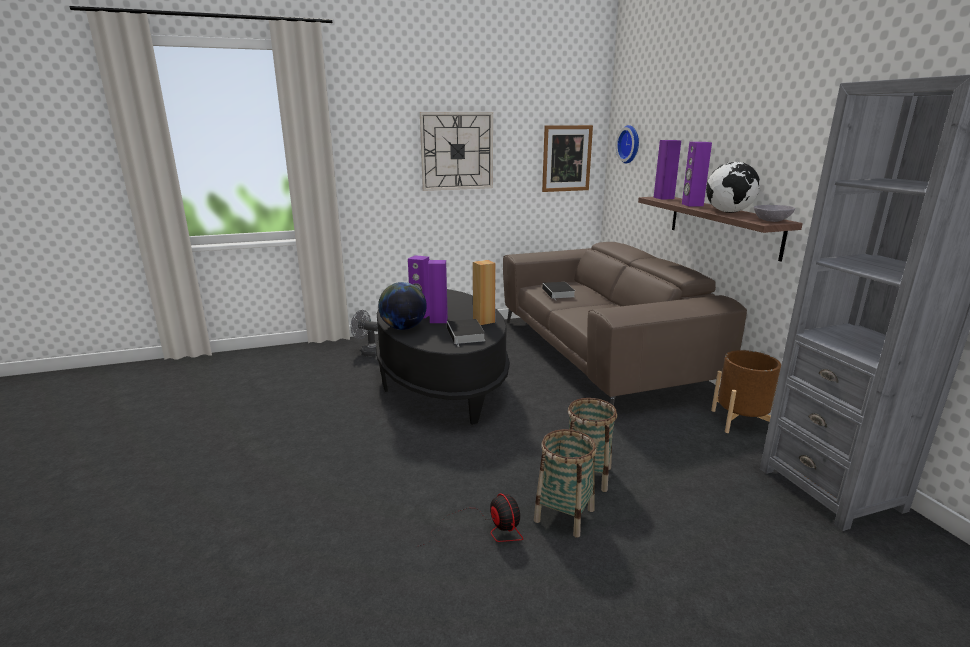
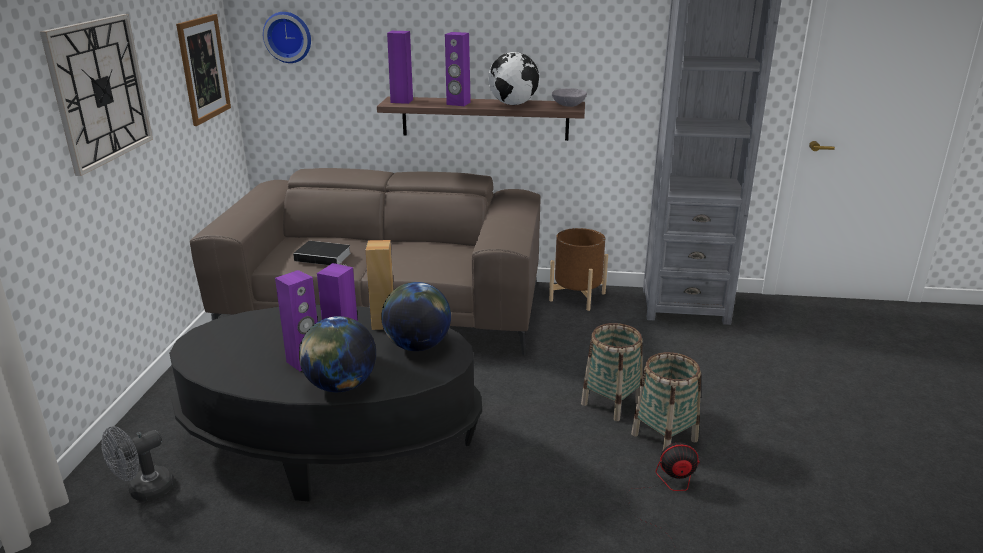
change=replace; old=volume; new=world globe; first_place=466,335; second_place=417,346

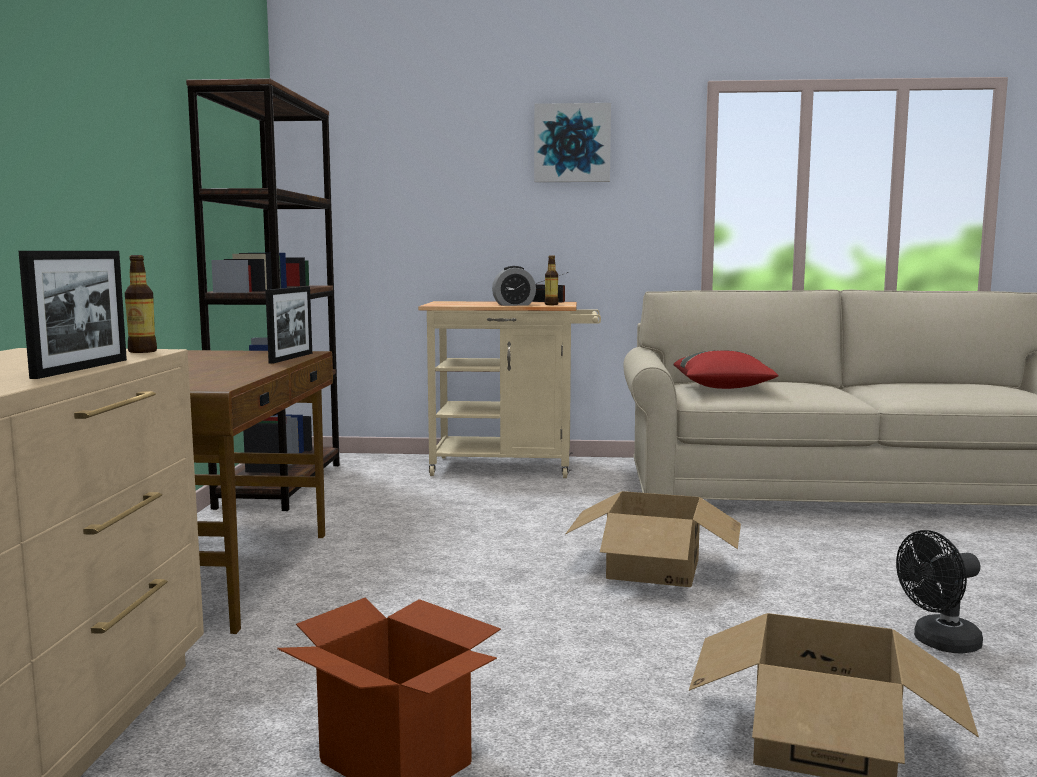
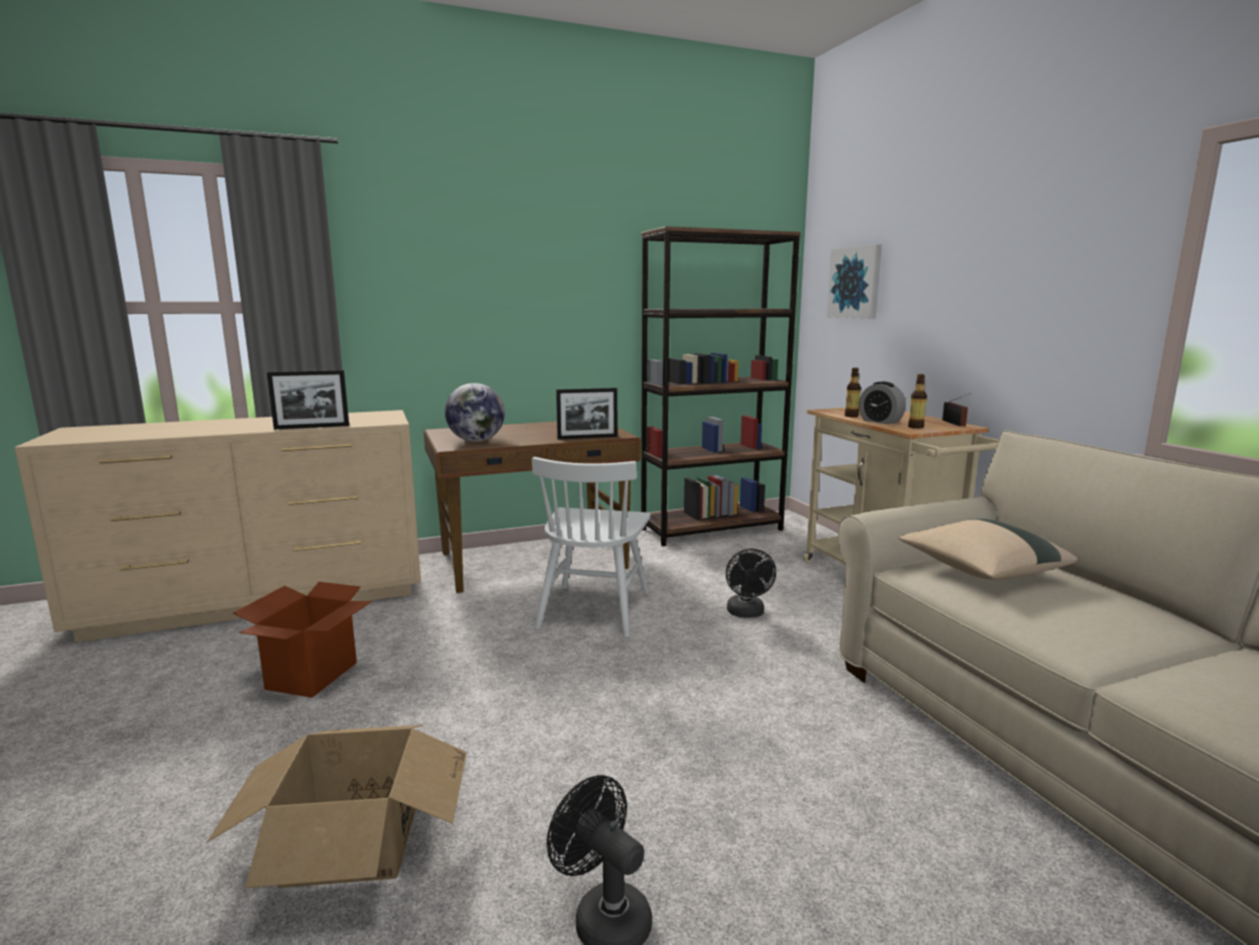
change=insert; new=world globe; second_place=476,441
change=insert; new=upright chair (white); second_place=594,610
change=insert; new=electric fan (black); second_place=746,613
change=move; old=wall picture; first_place=572,143; second_place=855,282
change=move; old=drink bottle; first_place=142,351; second_place=851,416
change=recolor; old=pillow (red); new=pillow (beige-coloured); first_place=723,388; second_place=981,571
change=delete; old=cardboard box; first_place=653,568

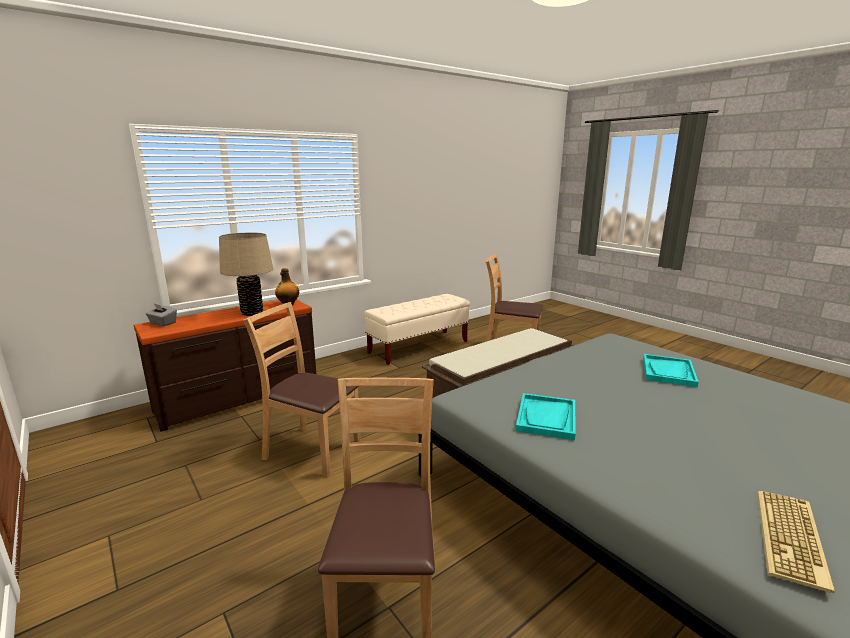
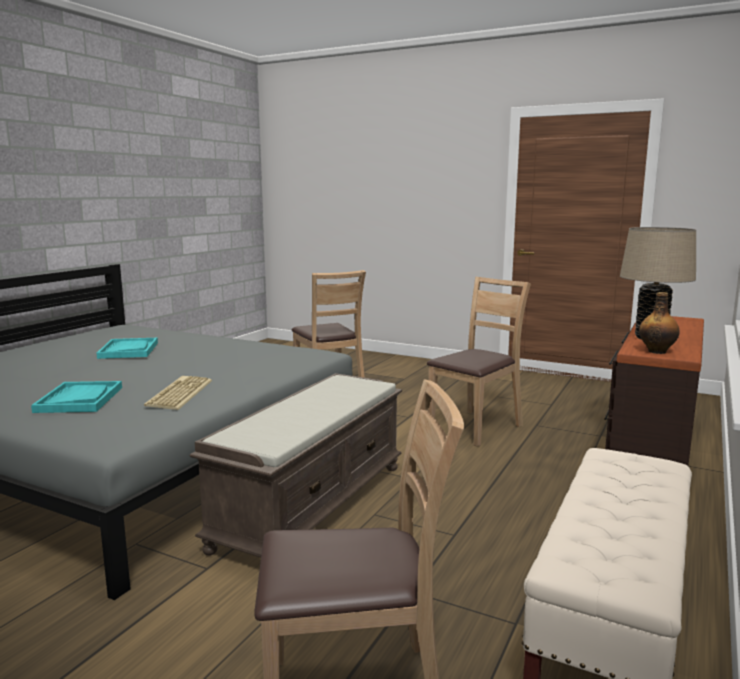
change=move; old=tray (turquoise); first_place=546,418; second_place=128,350
change=move; old=PC keyboard; first_place=792,539; second_place=179,393
change=rotate; old=upright chair (brown-coloured); first_place=311,450; second_place=475,427; degrees=-45
change=delete; old=tissue holder (grey); first_place=162,323

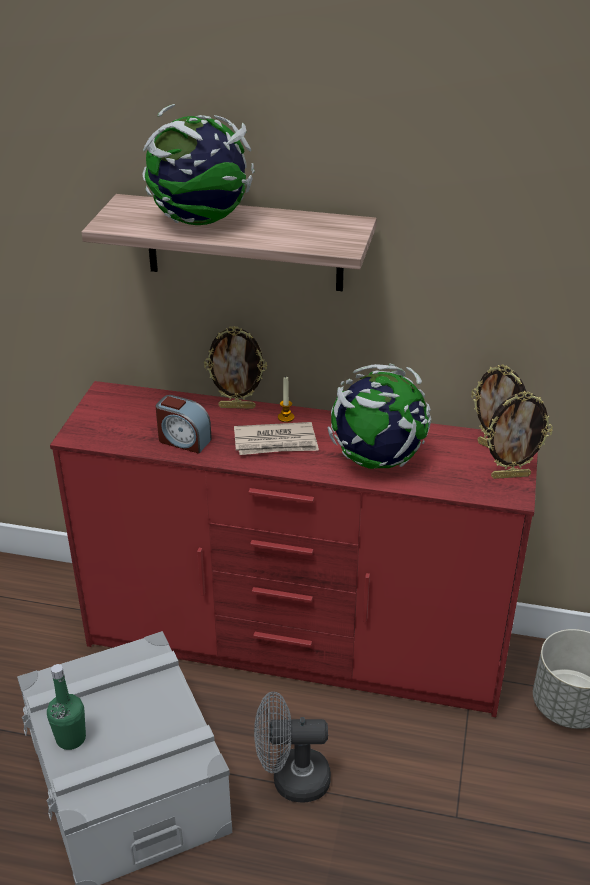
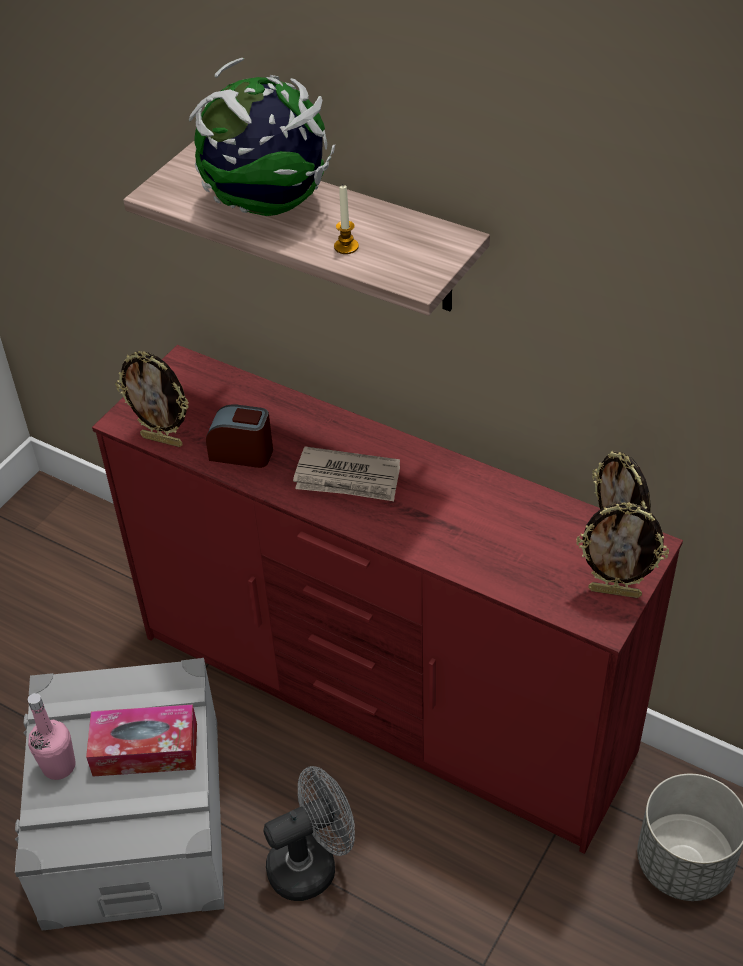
change=recolor; old=drink bottle (green); new=drink bottle (pink-coloured); first_place=71,738; second_place=59,766
change=insert; new=tissue holder; second_place=145,749
change=move; old=photo frame; first_place=237,406; second_place=163,440
change=rotate; old=alarm clock; first_place=183,440; second_place=242,453; degrees=150
change=rotate; old=electric fan (grey); first_place=291,779; second_place=312,864; degrees=135
change=move; old=wax light; first_place=286,417; second_place=346,247
change=delete; old=world globe; first_place=376,460

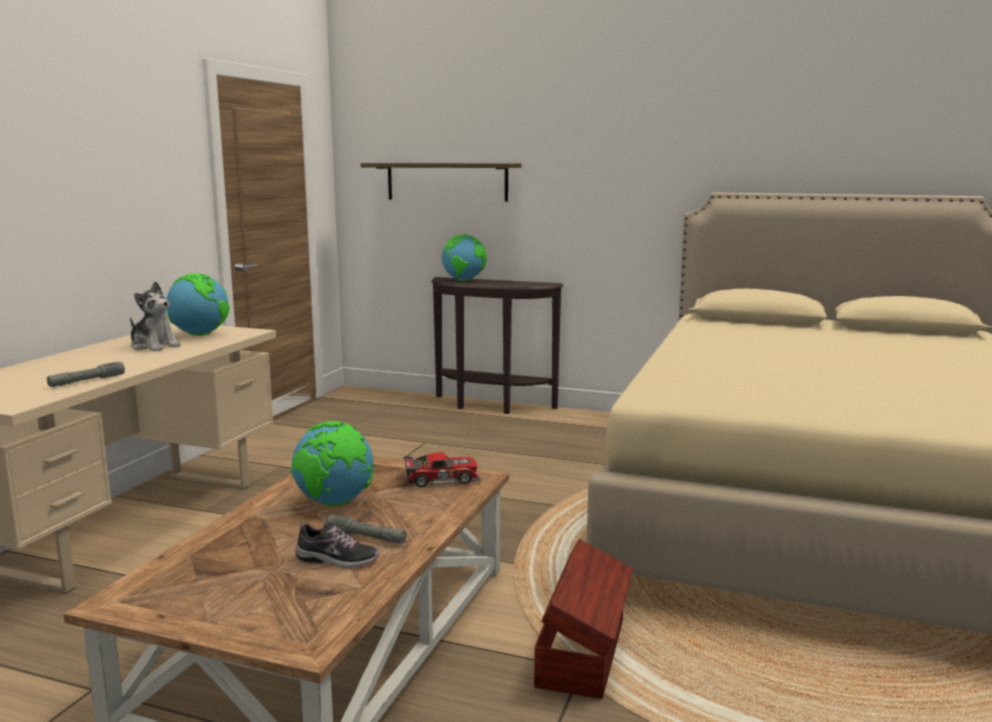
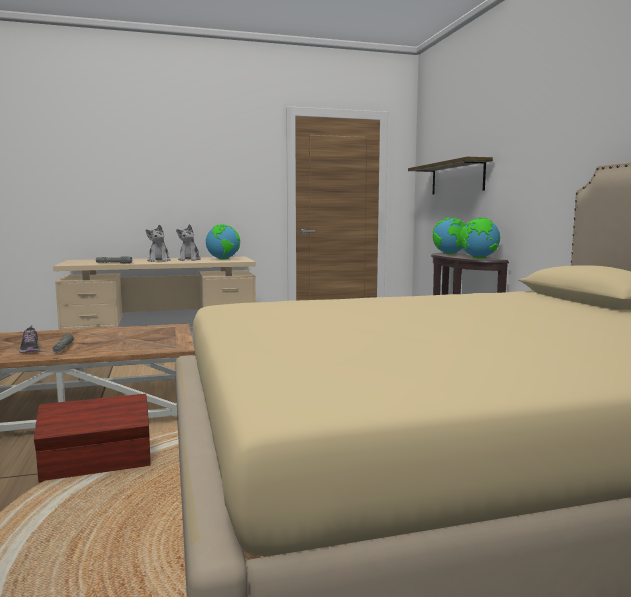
change=insert; new=soft toy; second_place=159,261
change=move; old=world globe; first_place=334,503; second_place=478,258
change=delete; old=toy car; first_place=442,478

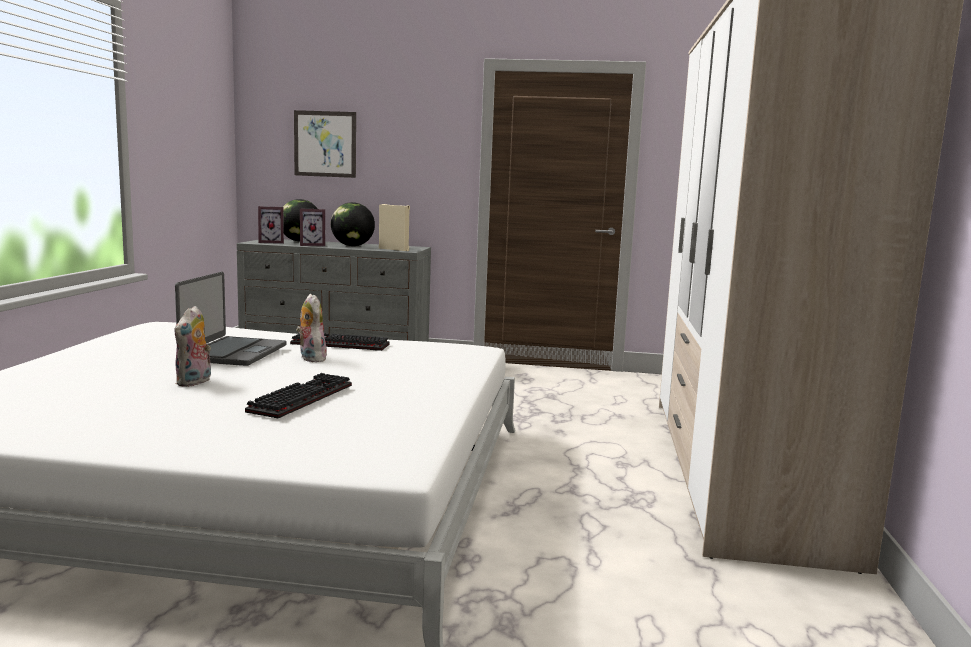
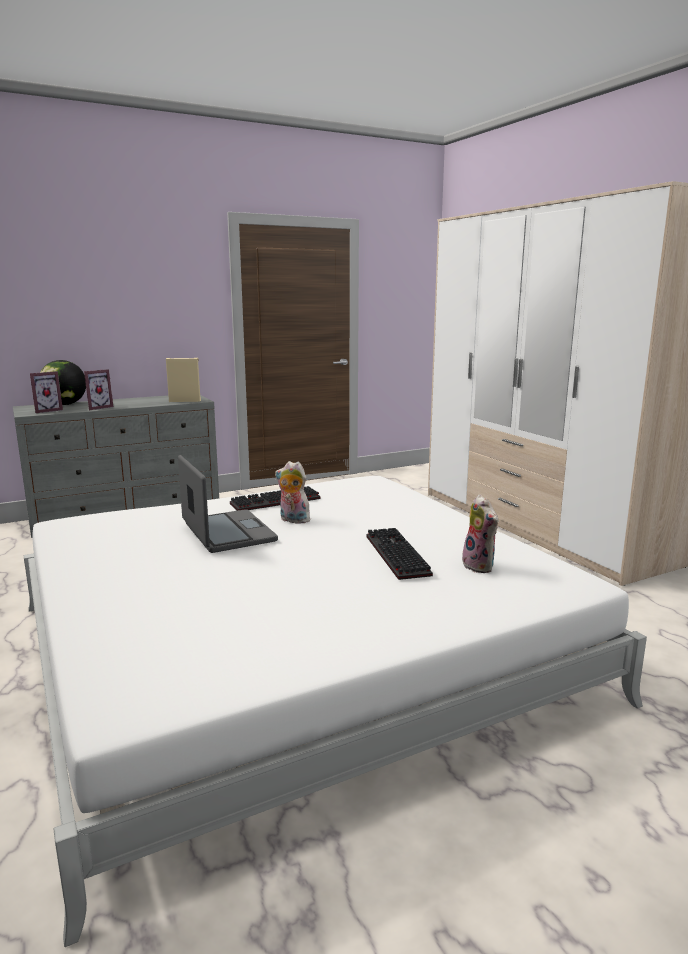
change=move; old=soft toy; first_place=195,382; second_place=480,566
change=delete; old=wall picture; first_place=325,144
change=delete; old=world globe; first_place=352,246

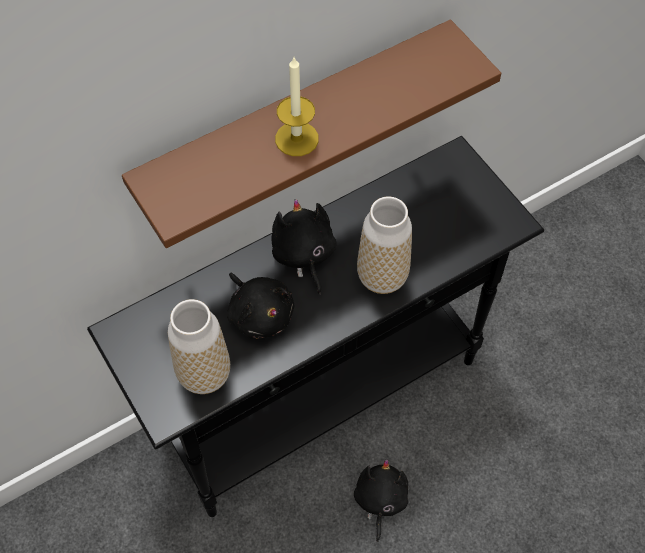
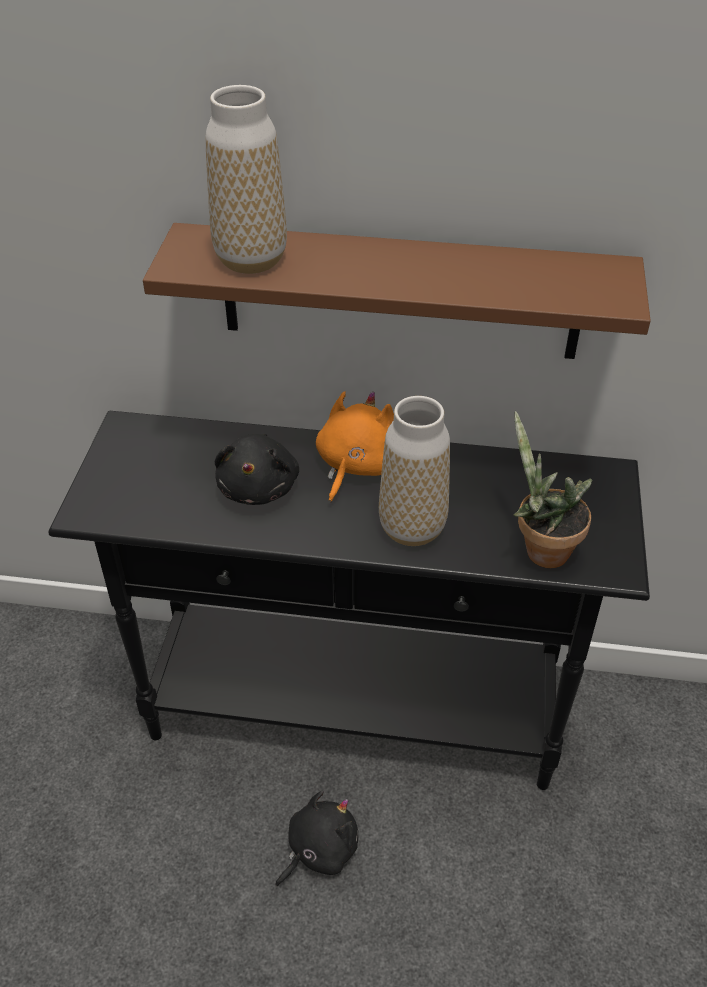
change=move; old=flower vase; first_place=204,374; second_place=251,260
change=recolor; old=soft toy (black); new=soft toy (orangey); first_place=304,255; second_place=354,466
change=insert; new=potted plant; second_place=540,550
change=delete; old=wax light; first_place=296,139

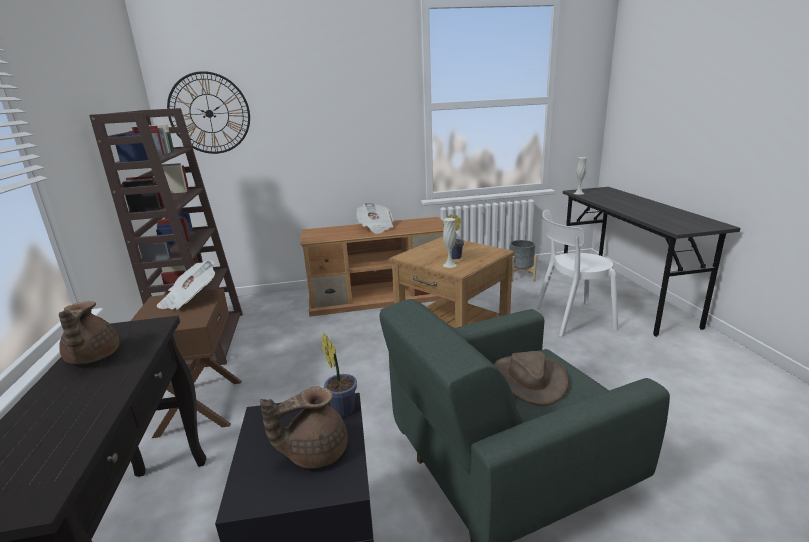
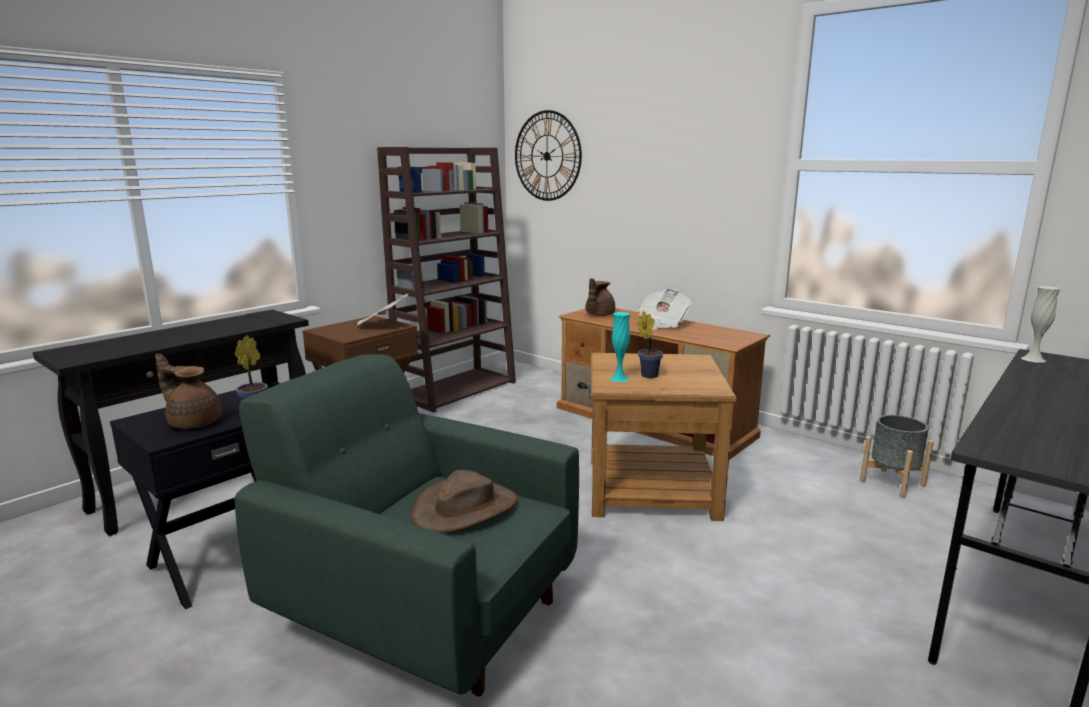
change=move; old=teapot (brown-coloured); first_place=92,357; second_place=598,315
change=recolor; old=flower vase (white); new=flower vase (turquoise); first_place=449,265; second_place=619,379
change=delete; old=upright chair (white); first_place=570,319

